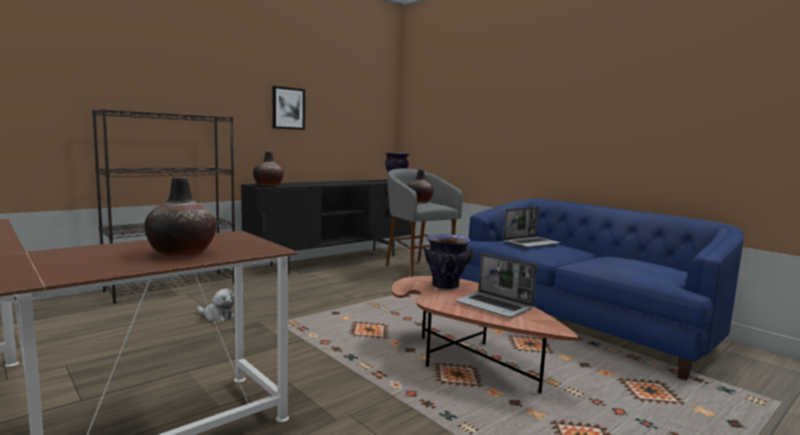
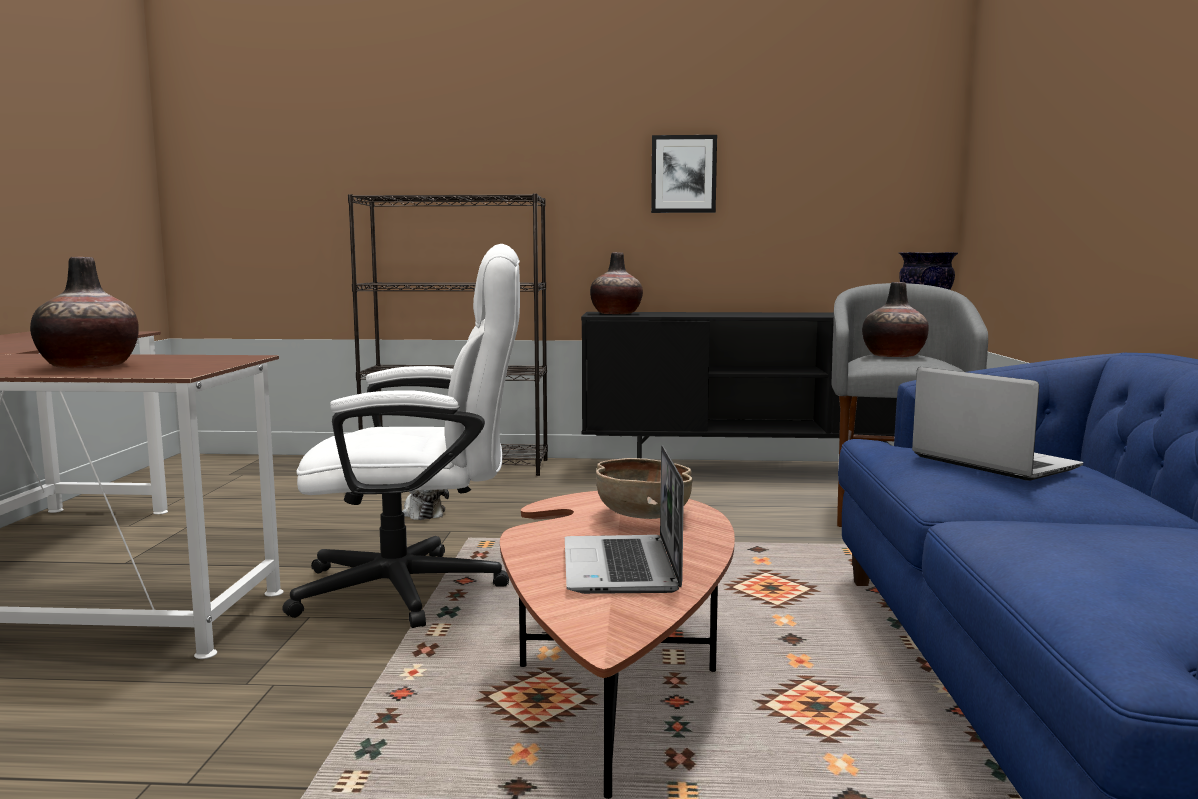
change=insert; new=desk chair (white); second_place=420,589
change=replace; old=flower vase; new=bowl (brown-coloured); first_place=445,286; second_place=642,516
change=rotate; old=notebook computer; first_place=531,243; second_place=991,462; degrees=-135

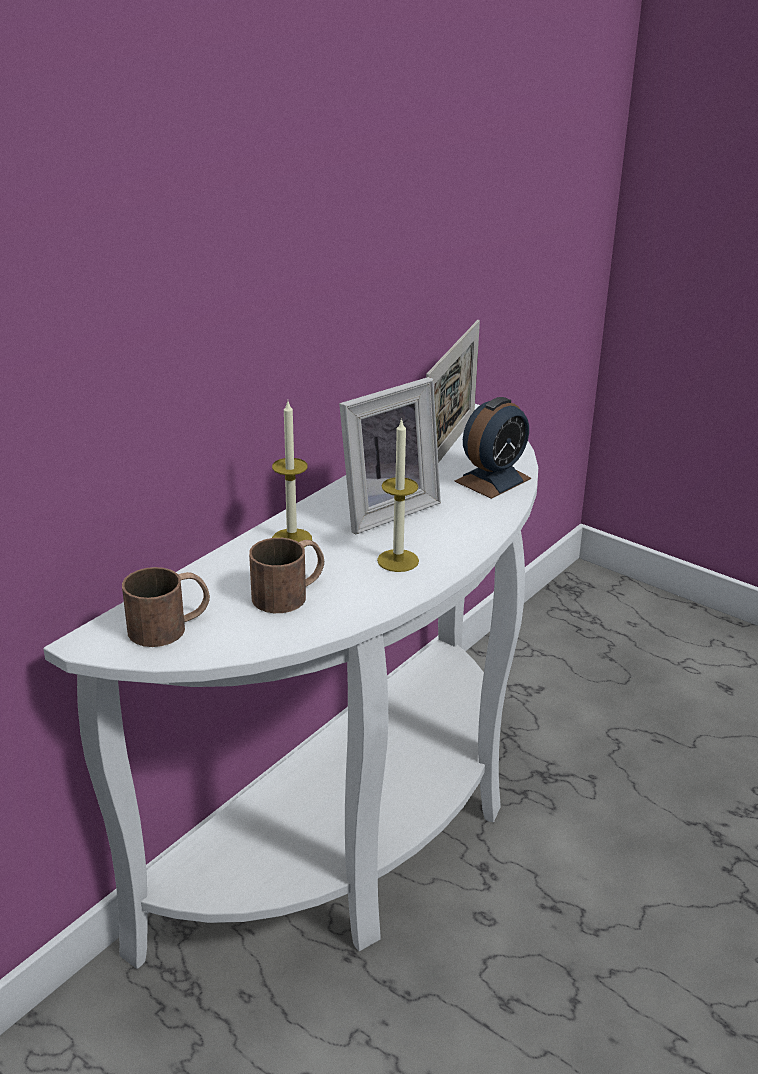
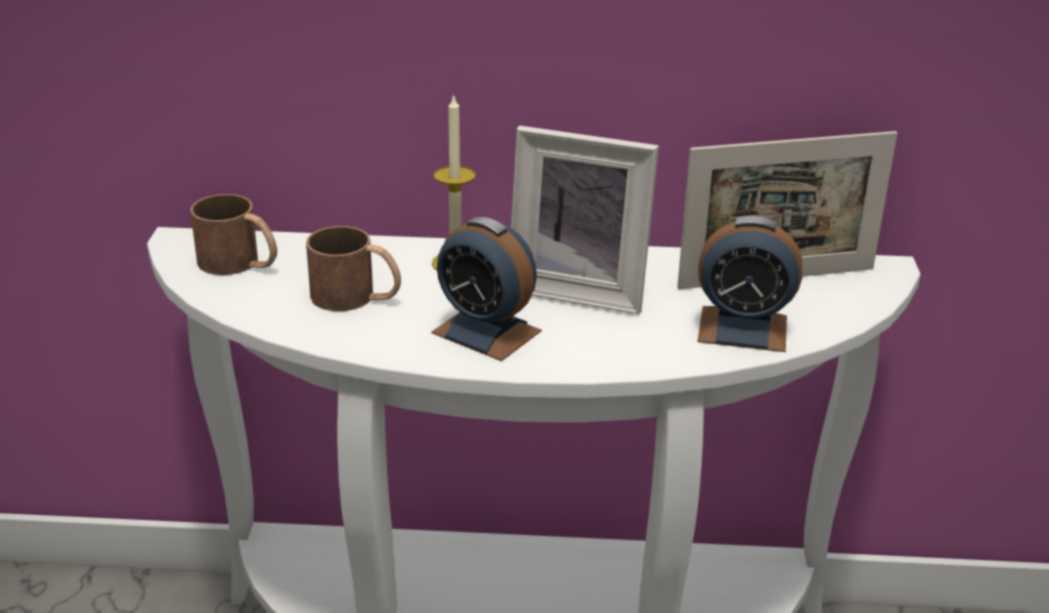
change=replace; old=wax light; new=alarm clock; first_place=398,560; second_place=486,332

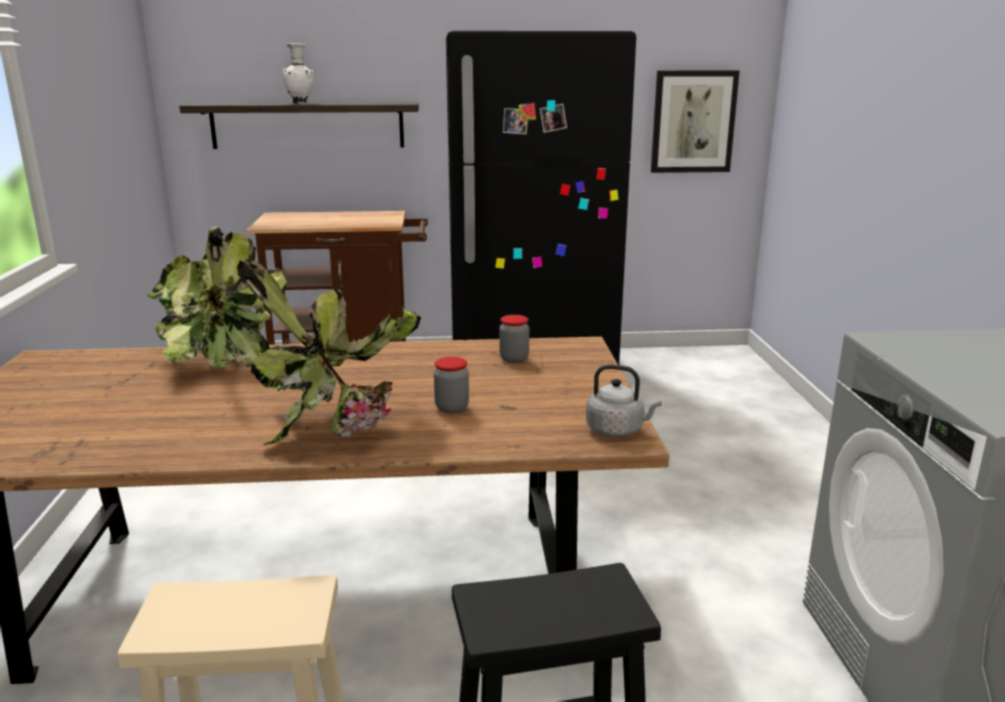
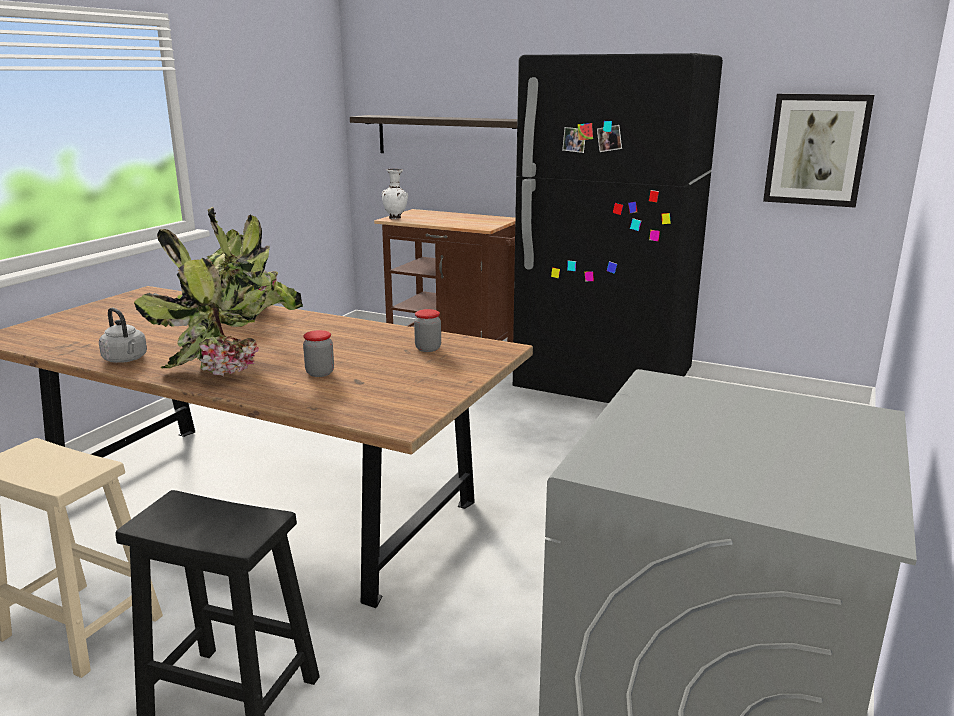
change=move; old=tea kettle (grey); first_place=617,430; second_place=126,359
change=move; old=flower vase (white); first_place=301,103; second_place=396,218

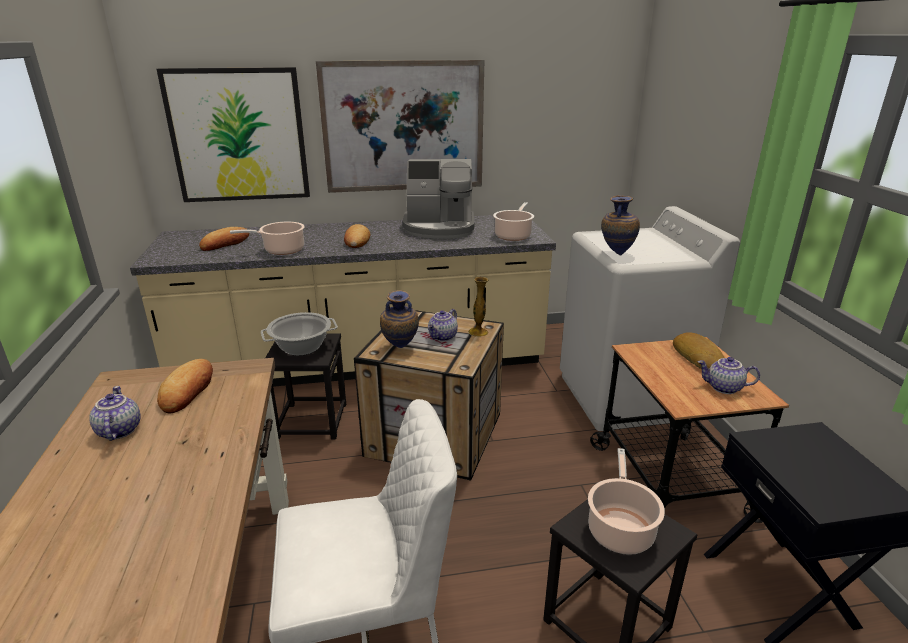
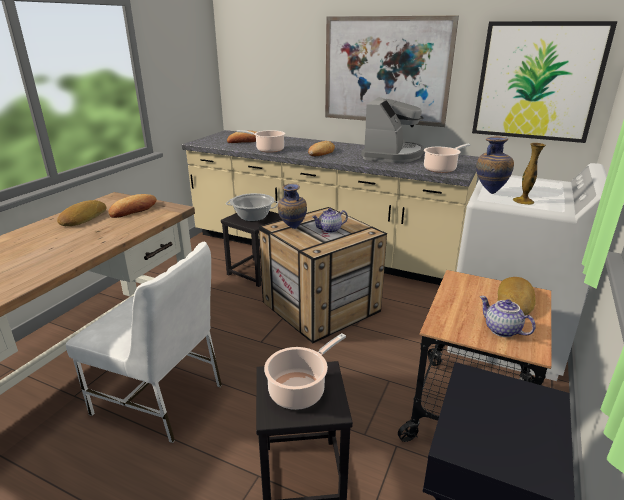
change=replace; old=teapot; new=bakery bread; first_place=118,431; second_place=82,218
change=rotate; old=coffee machine; first_place=439,228; second_place=392,155; degrees=-105
change=move; old=wall picture; first_place=238,136; second_place=537,82
change=move; old=flower vase; first_place=478,332; second_place=523,201

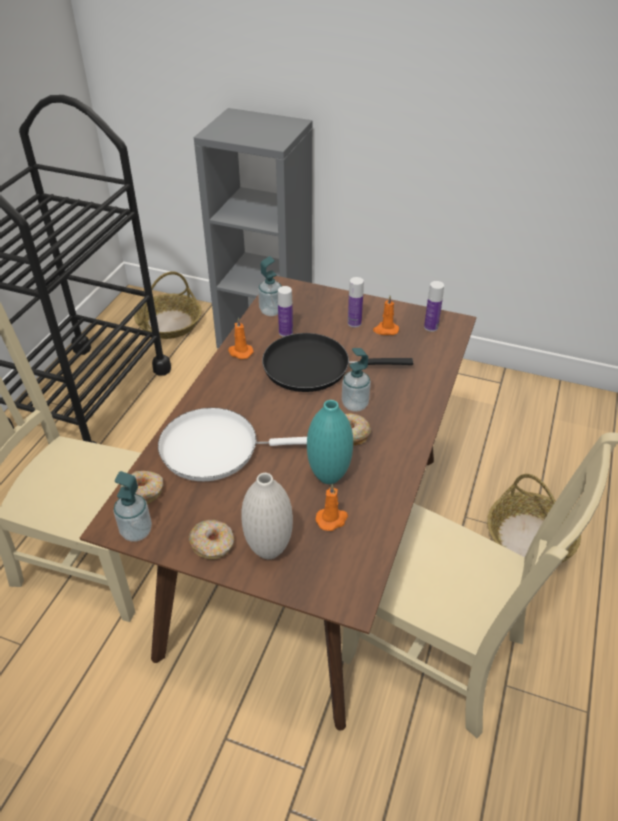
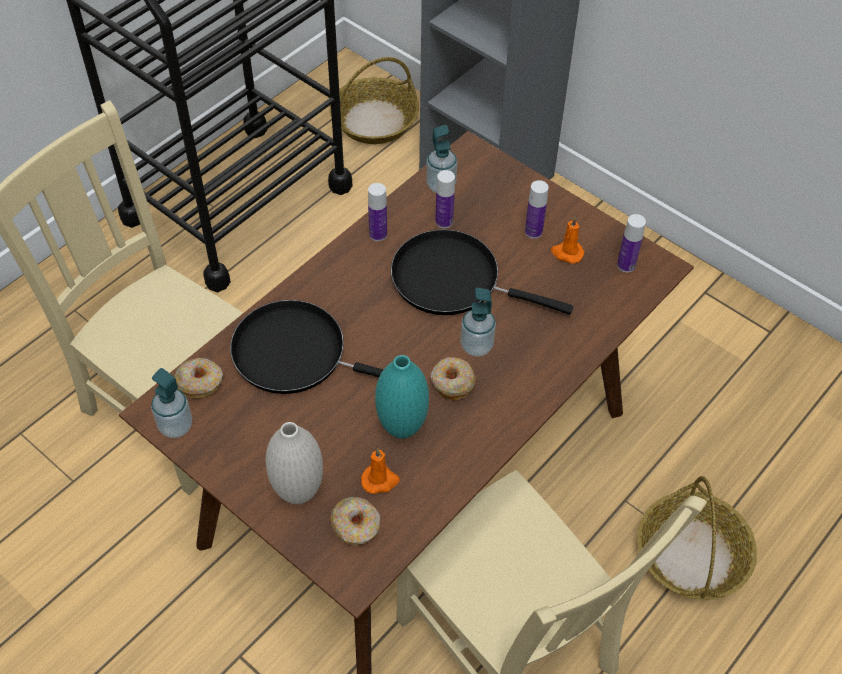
change=recolor; old=skillet (white); new=skillet (black); first_place=217,448; second_place=297,354
change=move; old=doughnut; first_place=213,544; second_place=356,525
change=replace; old=wax light (orangey); new=drink bottle; first_place=240,352; second_place=378,234

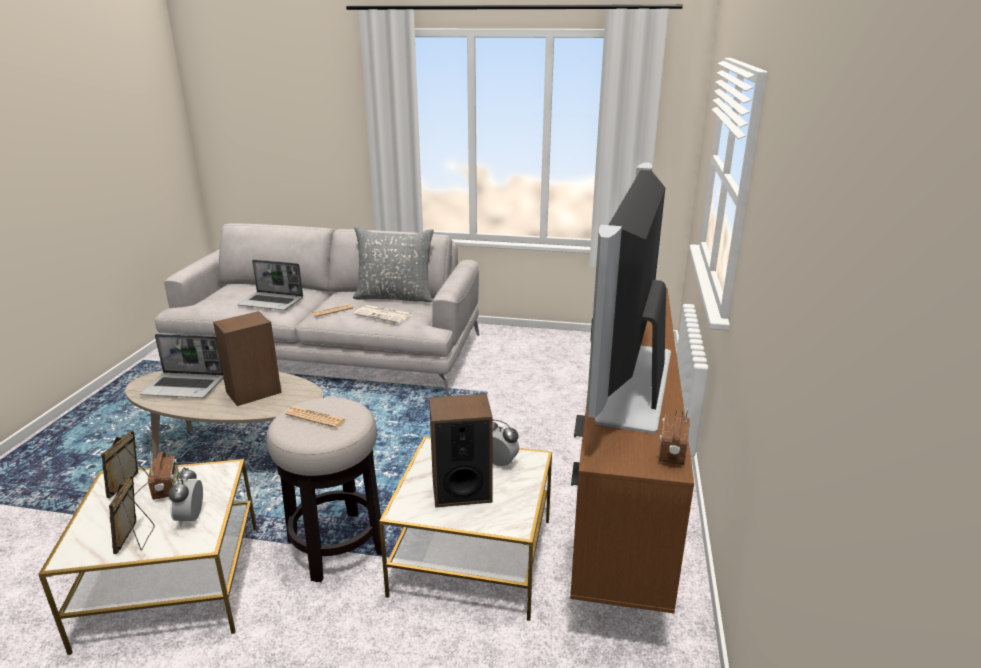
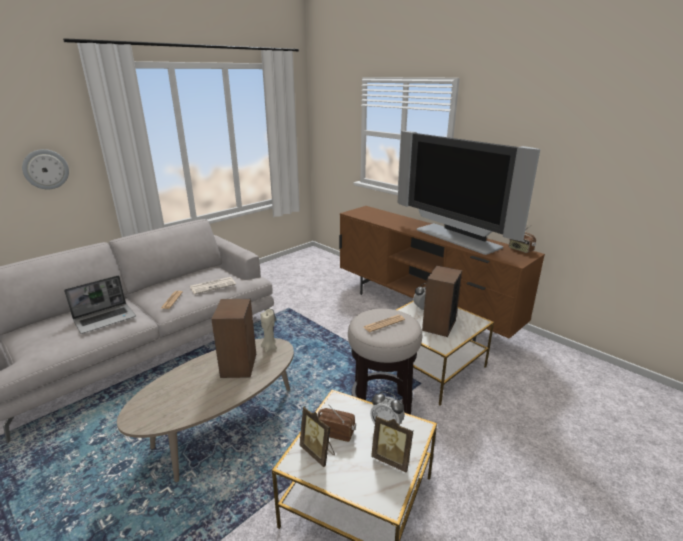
change=insert; new=clock on the wall; second_place=45,169
change=insert; new=wax light (beige-coloured); second_place=269,348
change=delete; old=notebook computer; first_place=185,386
change=delete; old=pillow (grey); first_place=395,297

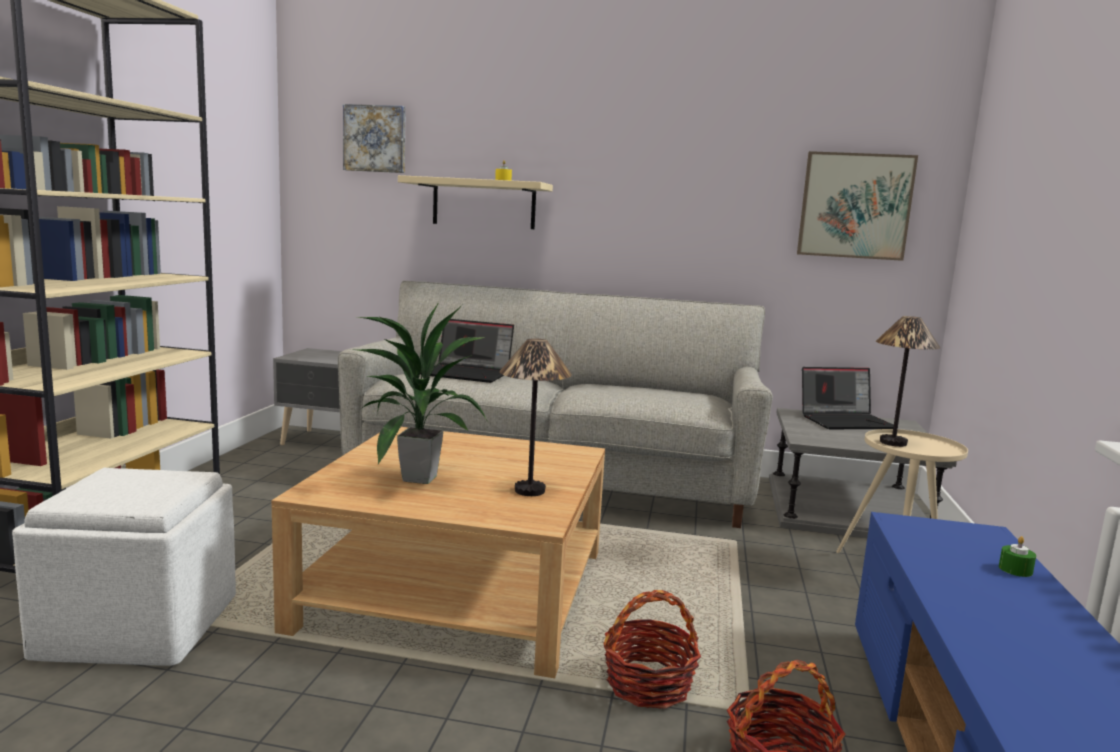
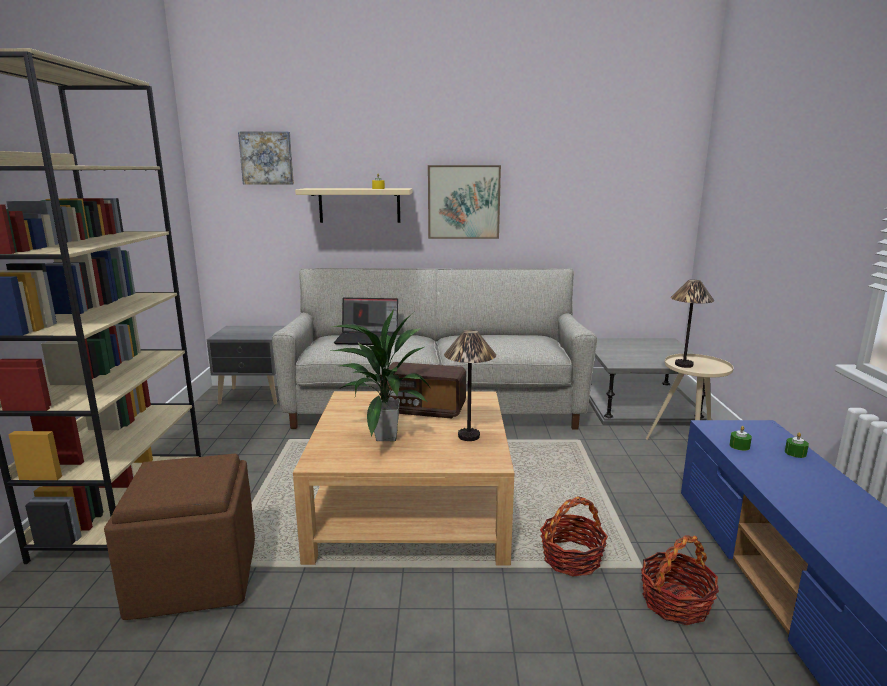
change=recolor; old=pouffe (white); new=pouffe (brown-coloured); first_place=138,625; second_place=193,576
change=insert; new=radio receiver; second_place=424,409
change=move; old=wall picture; first_place=855,206; second_place=463,202
change=insert; new=wax light (green); second_place=739,446
change=delete; old=notebook computer; first_place=846,421

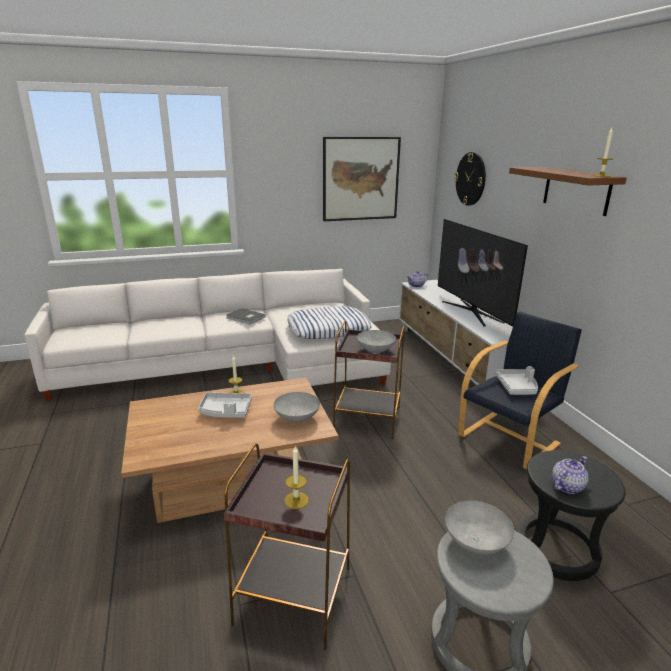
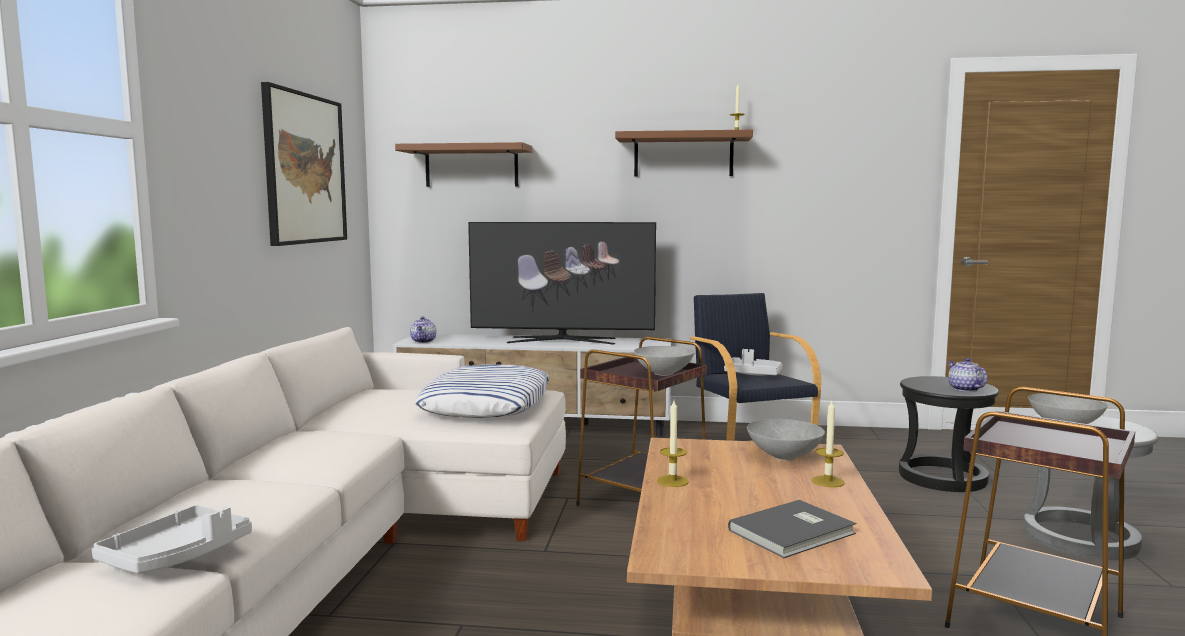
change=move; old=tray (grey); first_place=226,411; second_place=177,555
change=replace; old=clock on the wall; new=bracket shelf (brown-coloured); first_place=471,179; second_place=471,166
change=move; old=volume (grey); first_place=245,318; second_place=795,532
change=move; old=wax light; first_place=296,500; second_place=828,481

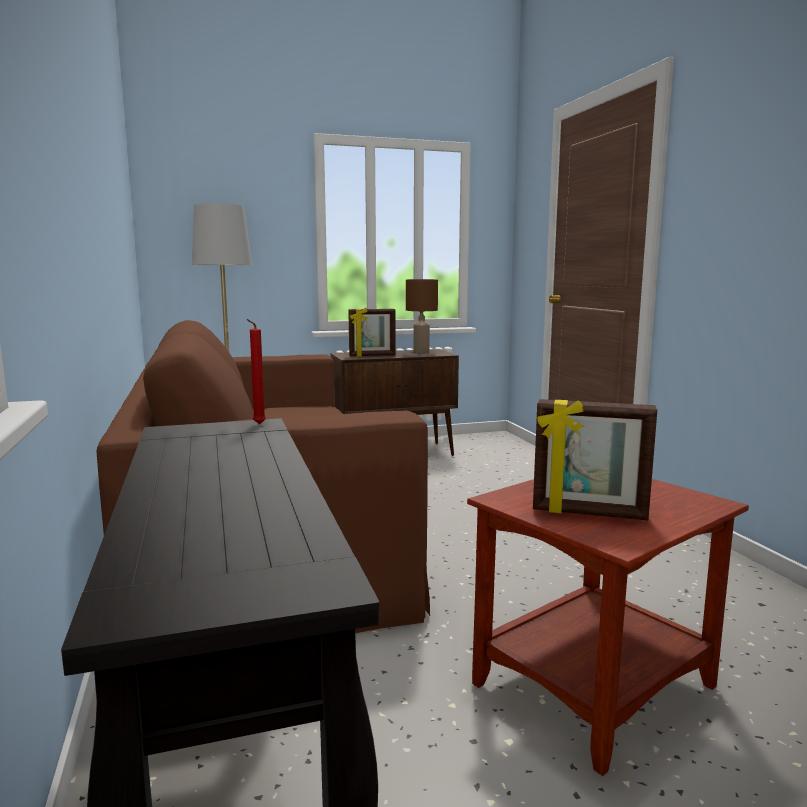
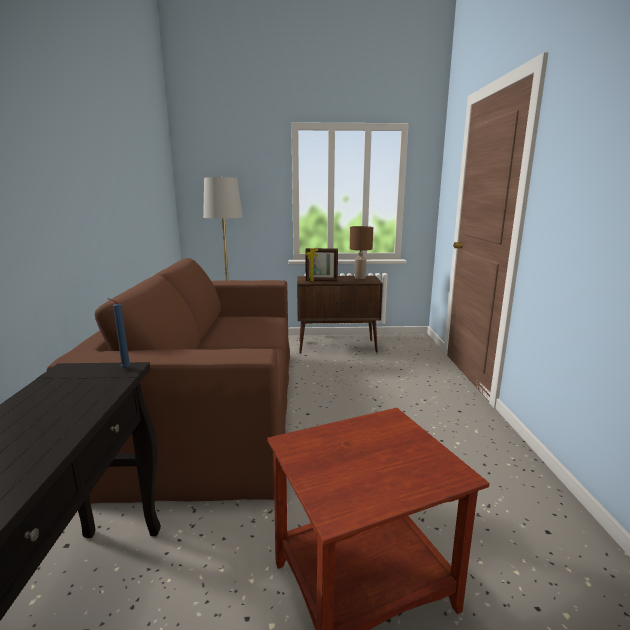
change=recolor; old=wax light (red); new=wax light (bluish); first_place=257,424; second_place=124,369
change=delete; old=photo frame; first_place=589,514

